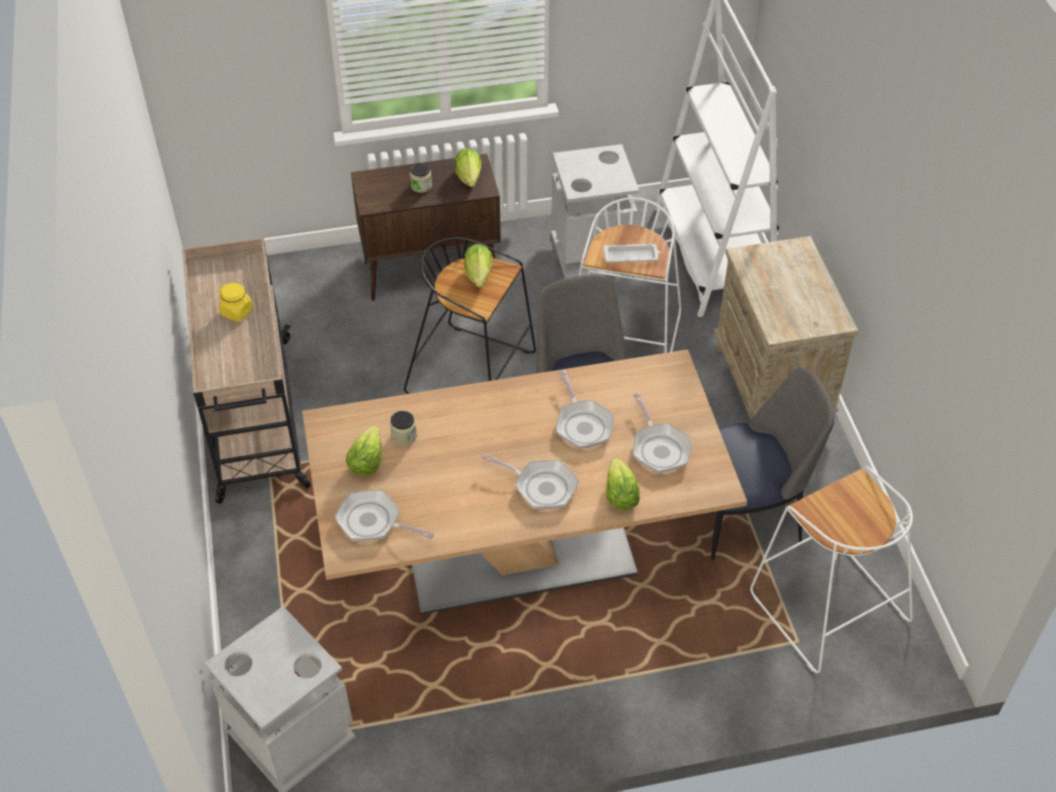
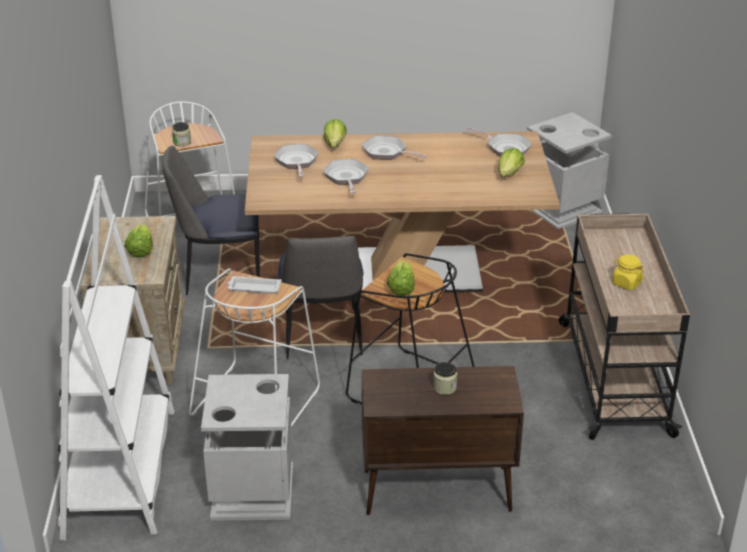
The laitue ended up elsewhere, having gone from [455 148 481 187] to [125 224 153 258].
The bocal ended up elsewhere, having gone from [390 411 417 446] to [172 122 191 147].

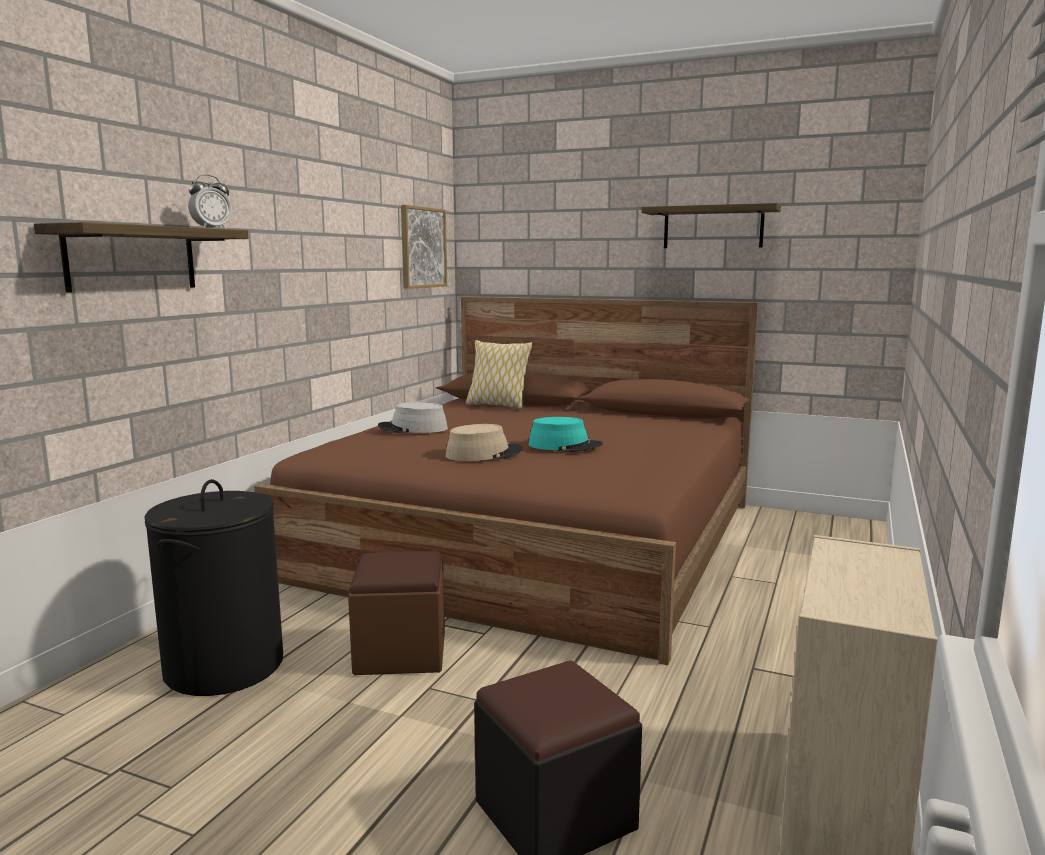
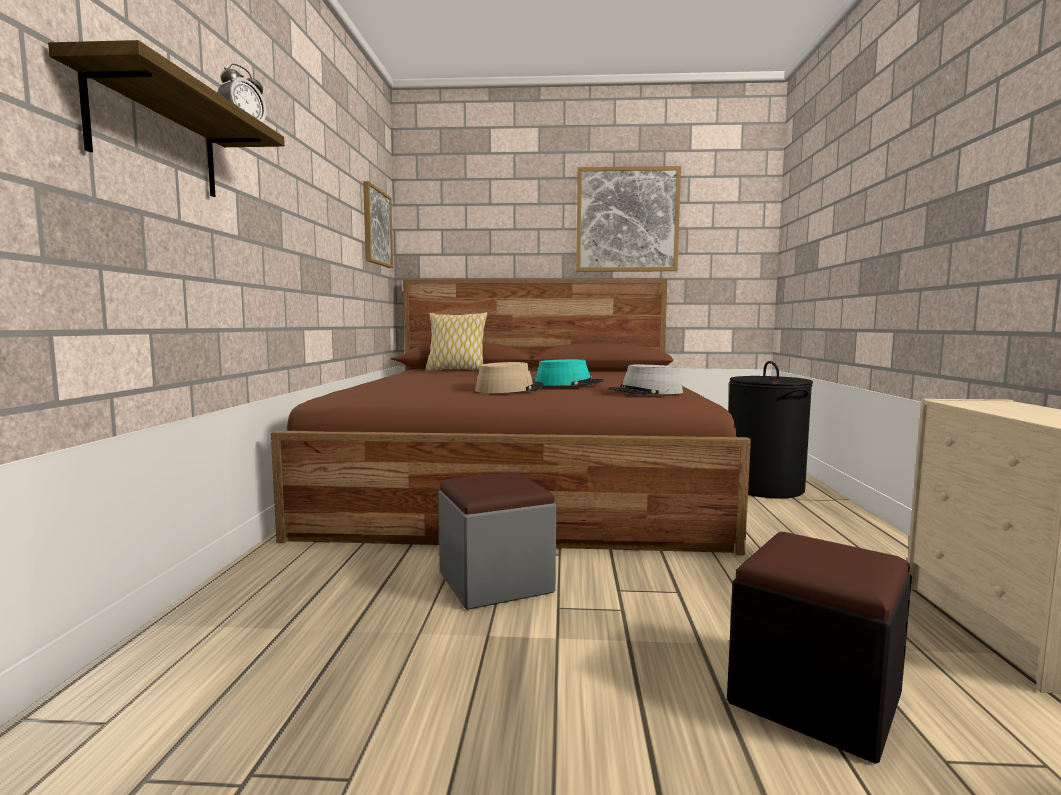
What was the pouf (marron) at [348 551 445 675] turned into the pouf (gris) at [438 472 556 610].
Where the étagère hung at [641 203 781 248], the tableau came to hang at [576 166 681 272].
The chapeau (gris) ended up elsewhere, having gone from [378 402 448 433] to [608 365 683 396].
The panier à linge (noir) ended up elsewhere, having gone from [144 479 283 696] to [728 361 813 498].

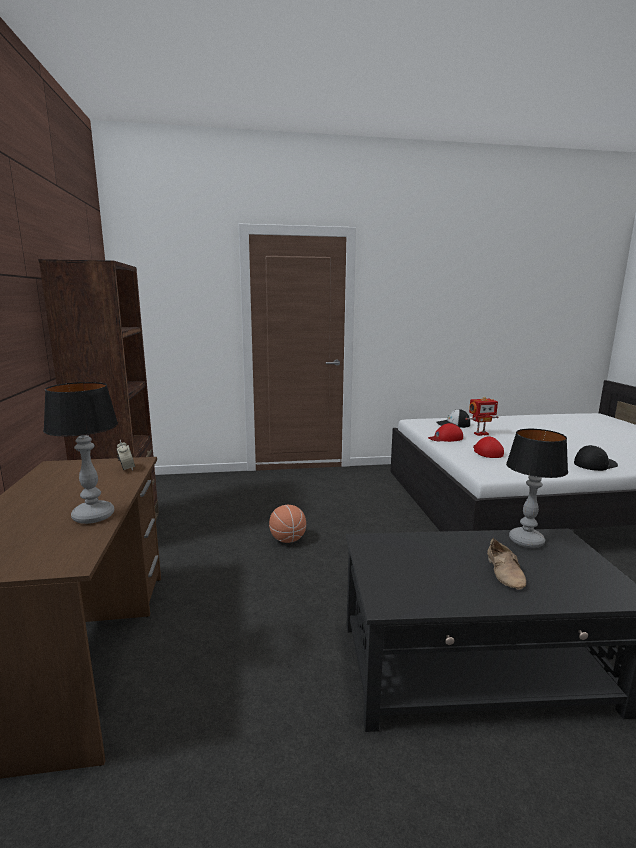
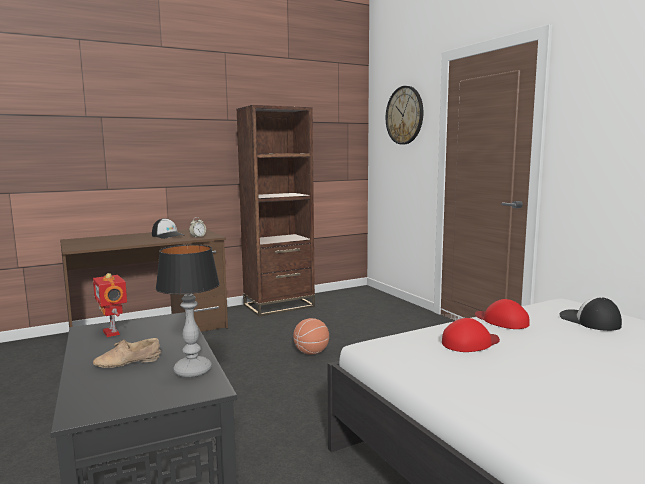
The robot jouet ended up elsewhere, having gone from [465 396 499 436] to [93 273 127 337].
The casquette ended up elsewhere, having gone from [574 445 618 471] to [152 218 185 239].
The second view gained the horloge murale at [386 86 423 145].
The second view lost the lampe de table at [43 382 118 524].

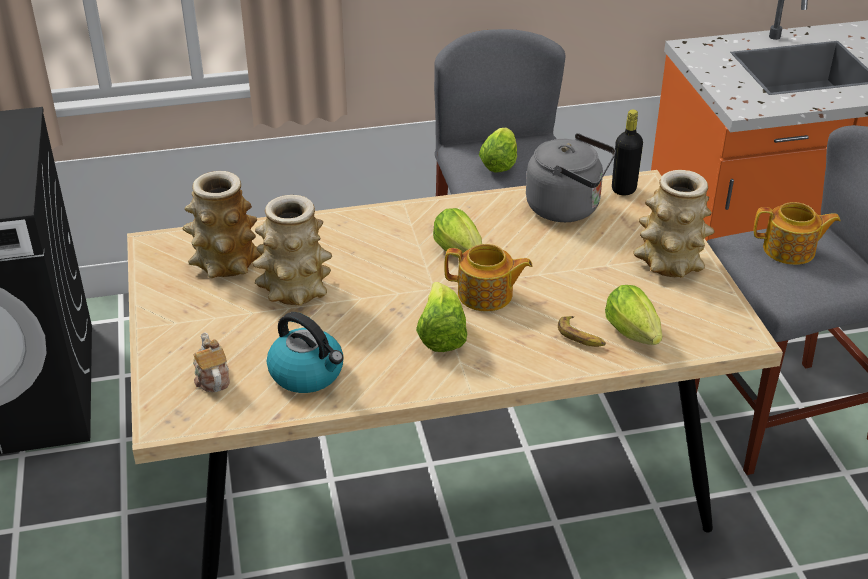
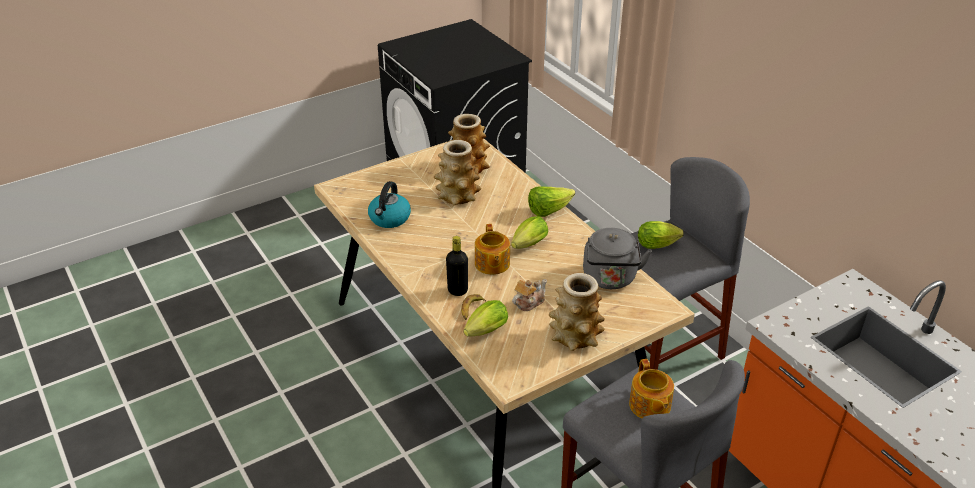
The bouteille (noir) ended up elsewhere, having gone from [612 110 643 196] to [446 236 468 296].
The théière ended up elsewhere, having gone from [193 332 230 392] to [512 279 547 311].
The laitue ended up elsewhere, having gone from [416 282 467 352] to [528 187 575 217].

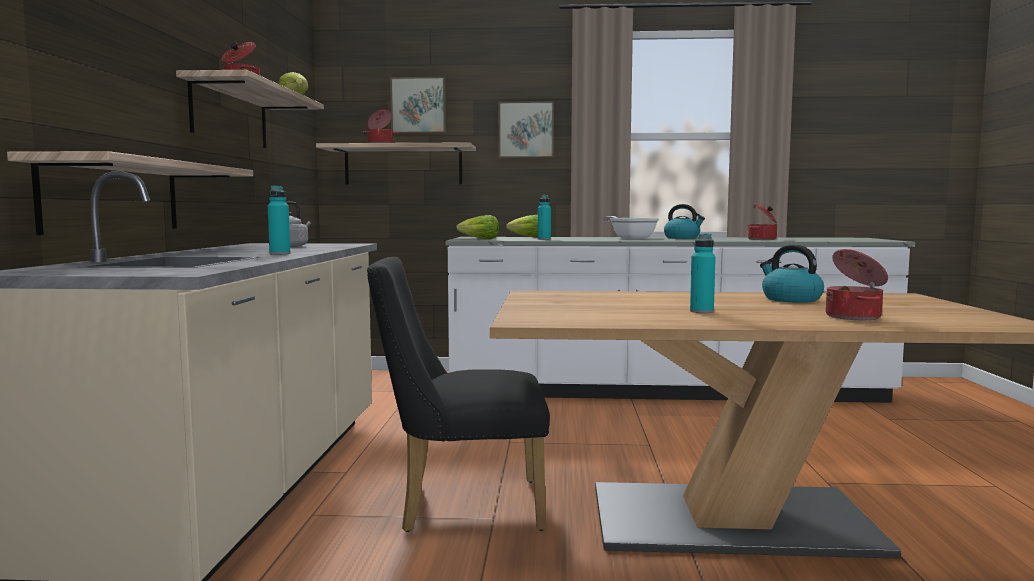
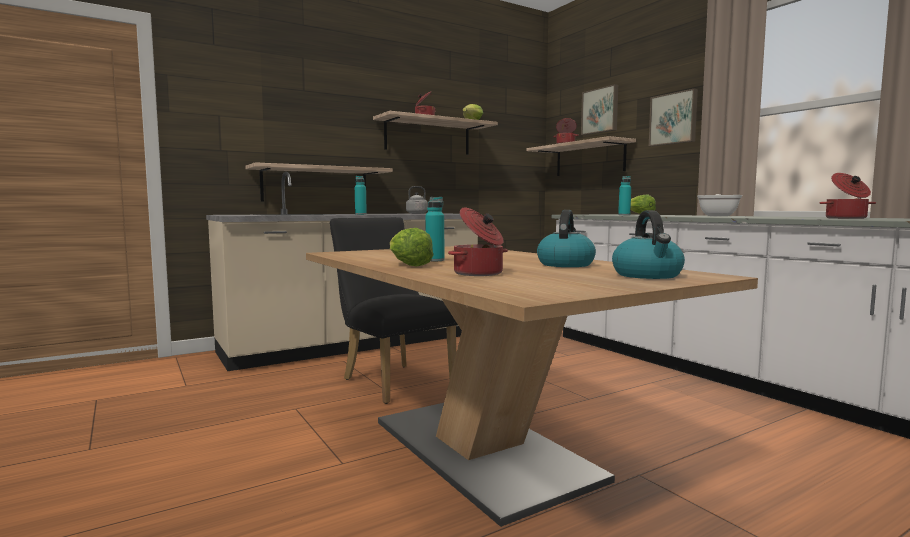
The laitue ended up elsewhere, having gone from [456 215 499 239] to [390 228 433 266].
The bouilloire ended up elsewhere, having gone from [664 204 705 239] to [612 210 685 279].

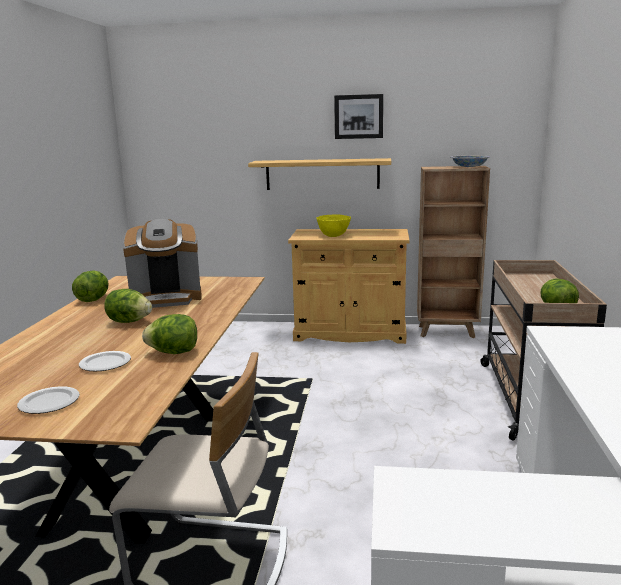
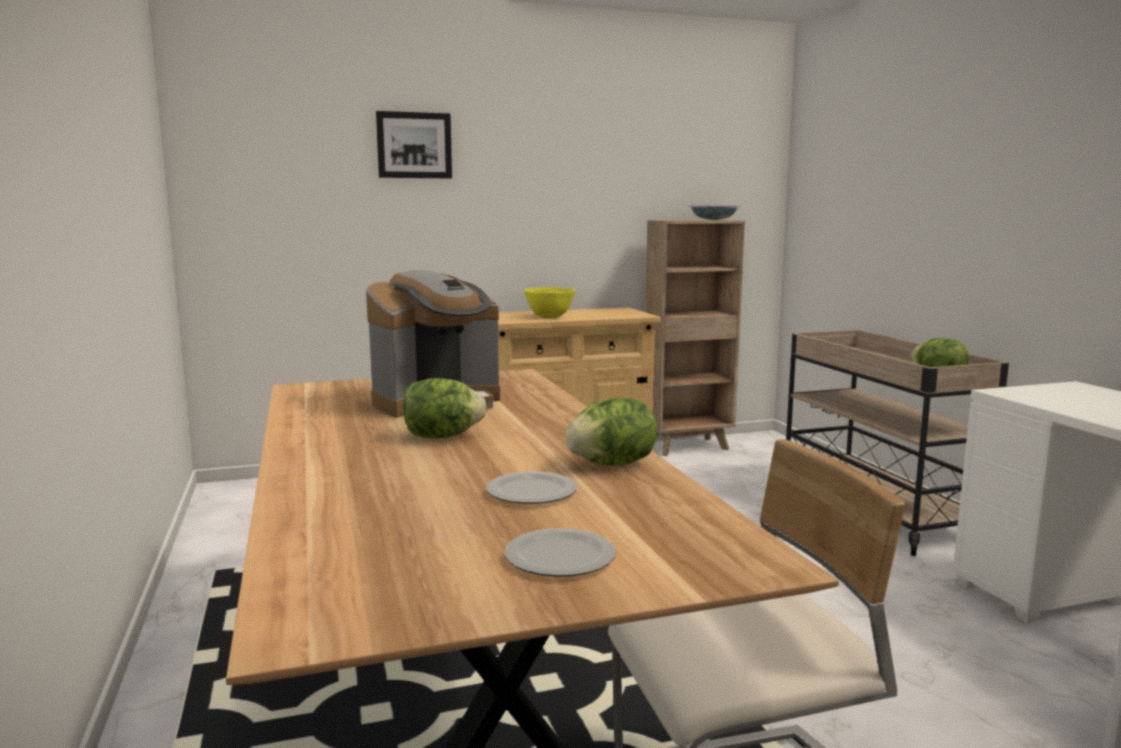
The tableau ended up elsewhere, having gone from [334 94 383 139] to [376 111 452 178].
The second view lost the laitue at [72 270 109 302].
The second view lost the étagère at [248 158 391 190].

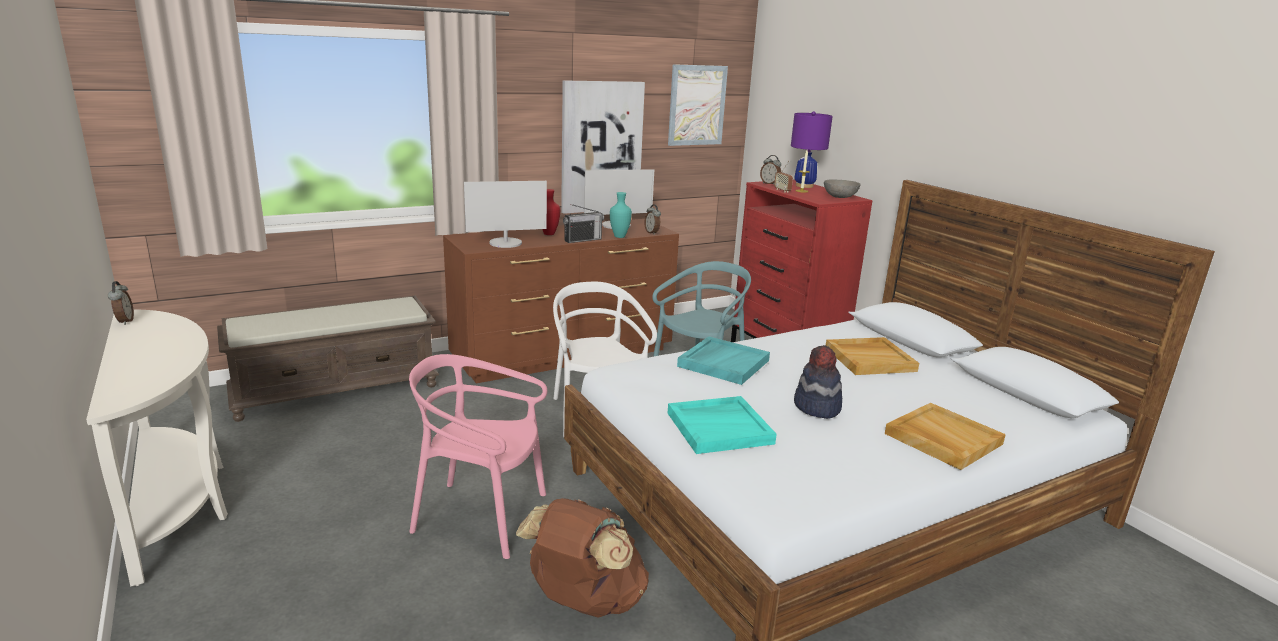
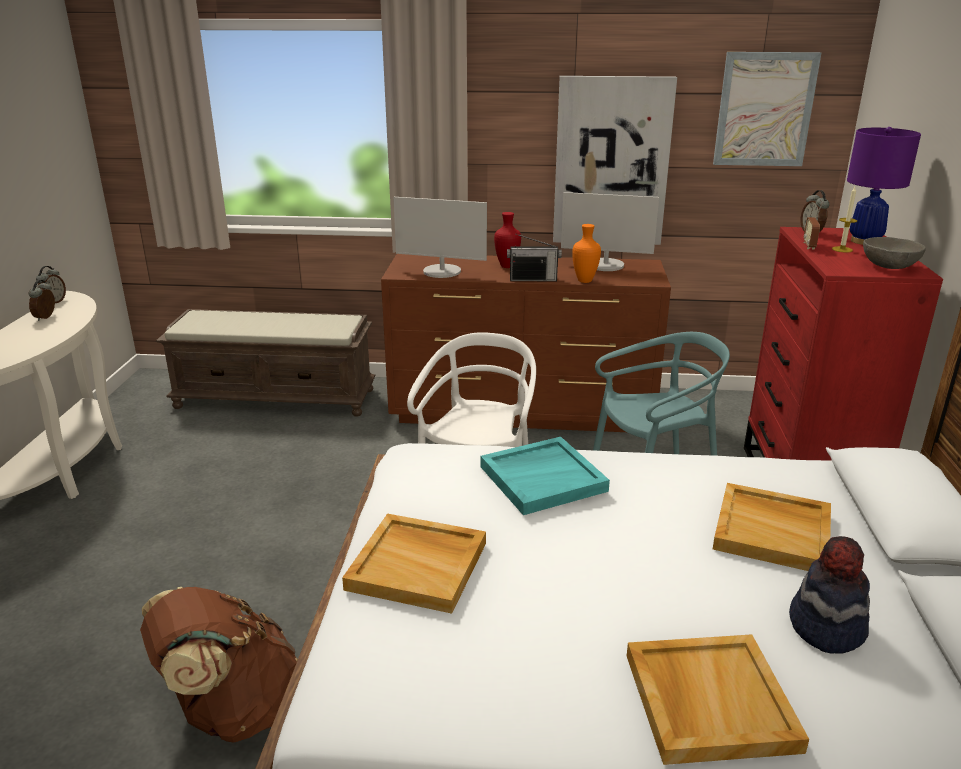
The réveil ended up elsewhere, having gone from [644 204 661 235] to [29 280 55 321].
What was the plateau (turquoise) at [668 396 777 454] turned into the plateau (beige) at [342 514 486 614].
What was the vase (turquoise) at [610 192 632 238] turned into the vase (orange) at [572 224 601 283].
The chapeau ended up elsewhere, having gone from [794 345 842 419] to [789 536 870 654].
The second view lost the chaise (rose) at [409 354 547 559].

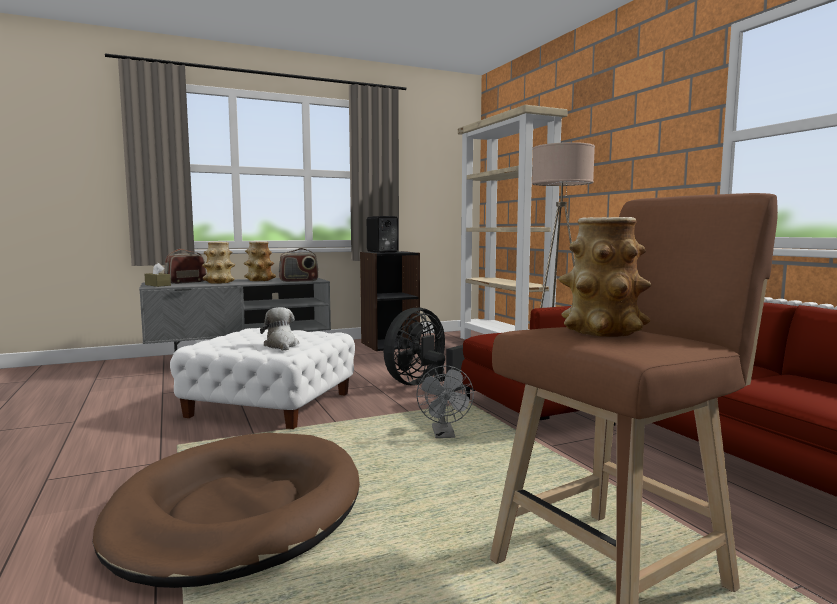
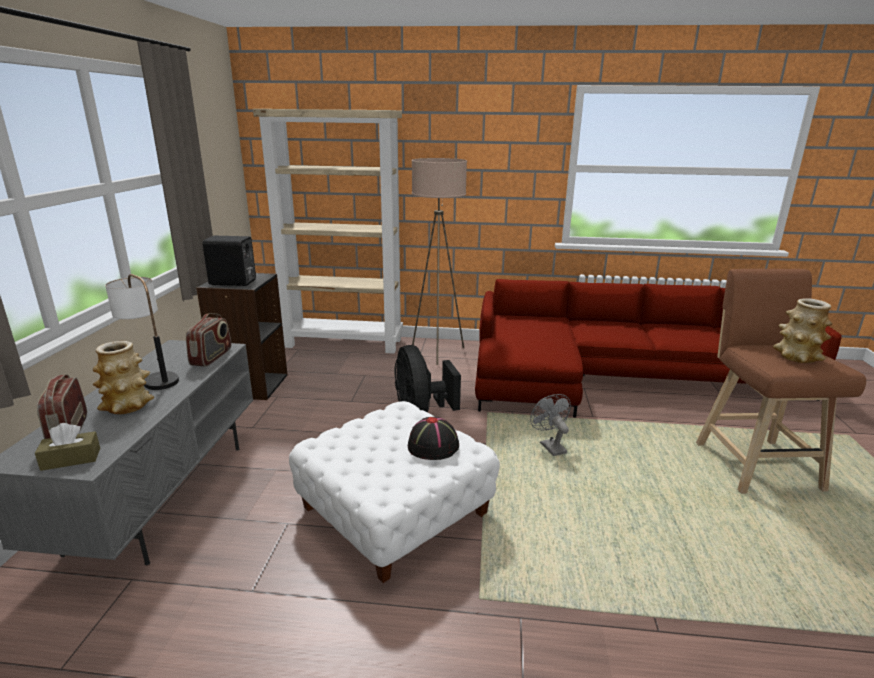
Where the vase stood at [244 241 276 281], the lampe de table came to stand at [105 274 179 390].
Where the peluche stood at [260 307 299 351], the chapeau (noir) came to stand at [408 417 459 460].
The ventilateur (gris) at [416 365 474 438] ended up facing another way, 135 degrees counterclockwise from before.
The second view lost the panier pour chien (marron) at [93 433 360 588].

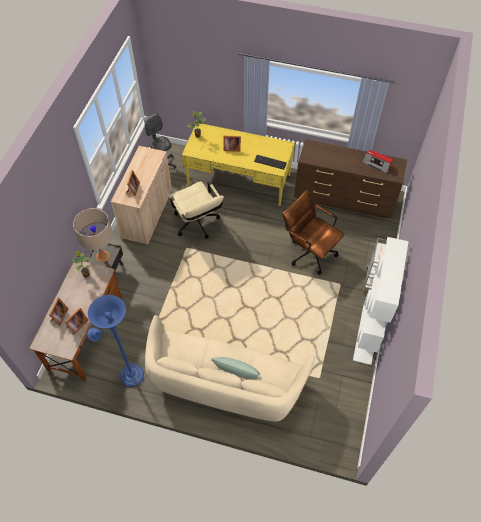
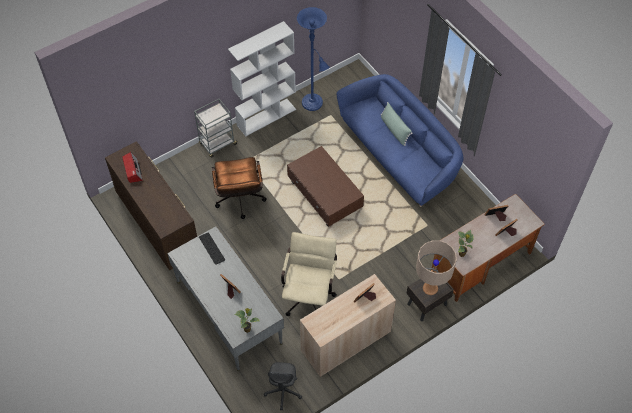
What was the bureau (jaune) at [182 124 295 208] turned into the bureau (gris) at [167 226 284 371].
The second view gained the table basse (marron) at [287 146 364 227].
The lampadaire (bleu) ended up elsewhere, having gone from [88 295 144 387] to [297 7 330 111].
What was the canapé (beige) at [145 315 315 422] turned into the canapé (bleu) at [337 74 463 207].

